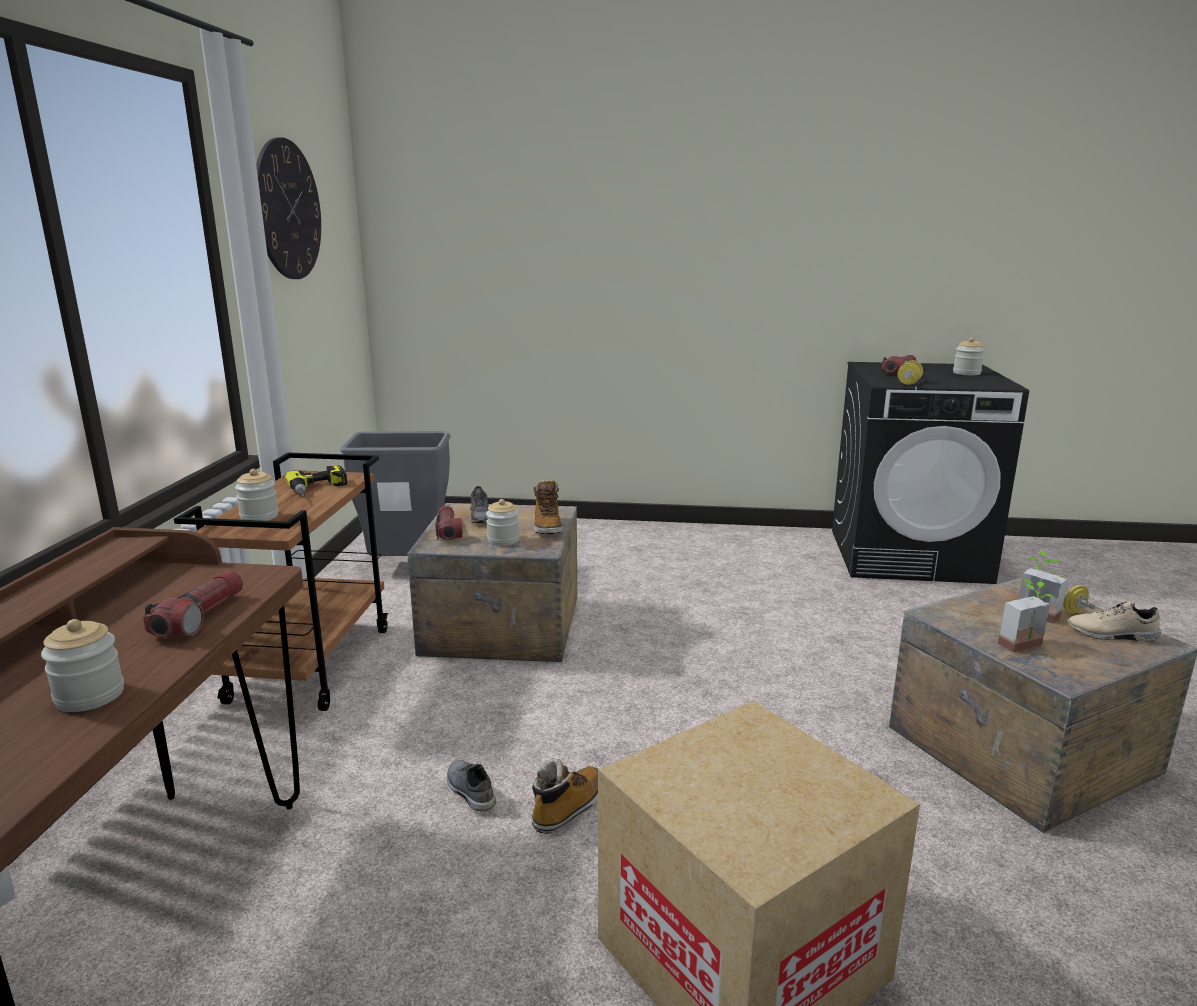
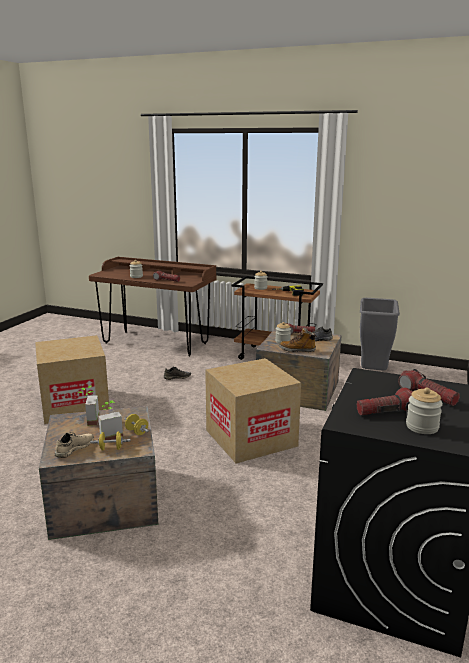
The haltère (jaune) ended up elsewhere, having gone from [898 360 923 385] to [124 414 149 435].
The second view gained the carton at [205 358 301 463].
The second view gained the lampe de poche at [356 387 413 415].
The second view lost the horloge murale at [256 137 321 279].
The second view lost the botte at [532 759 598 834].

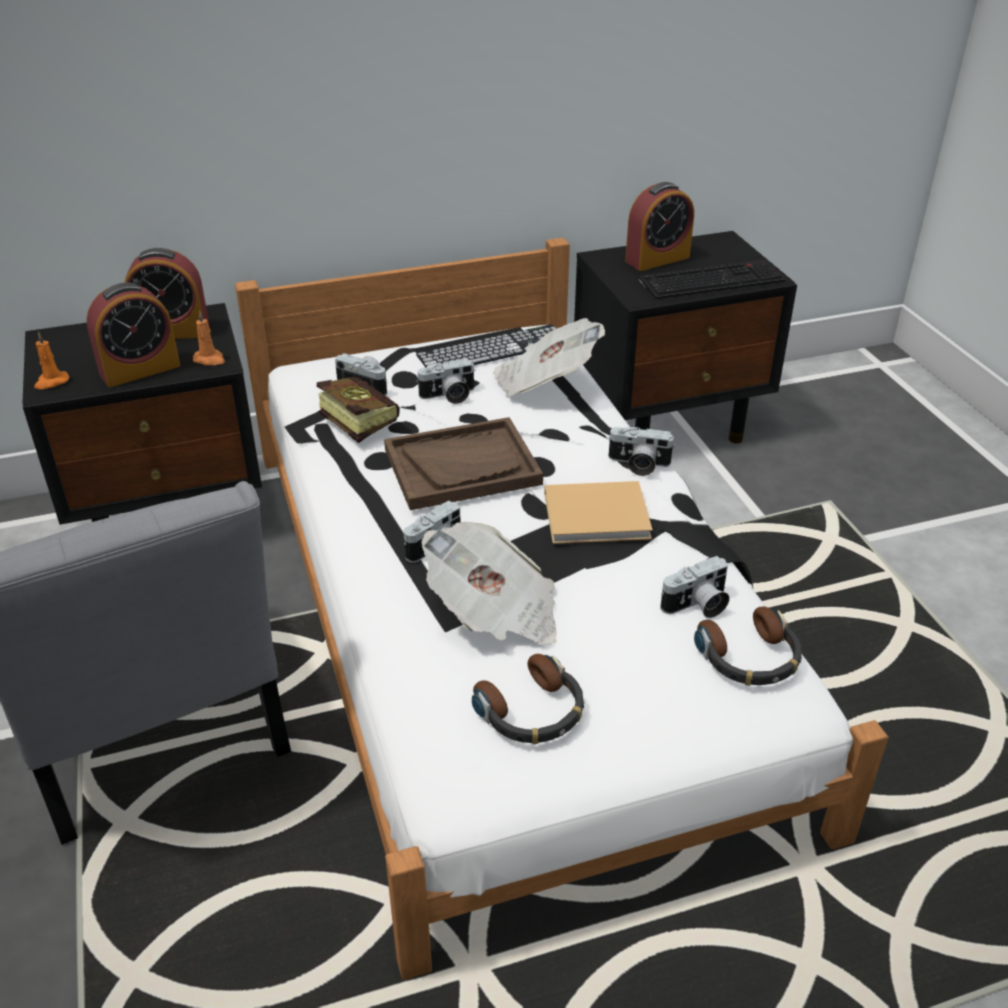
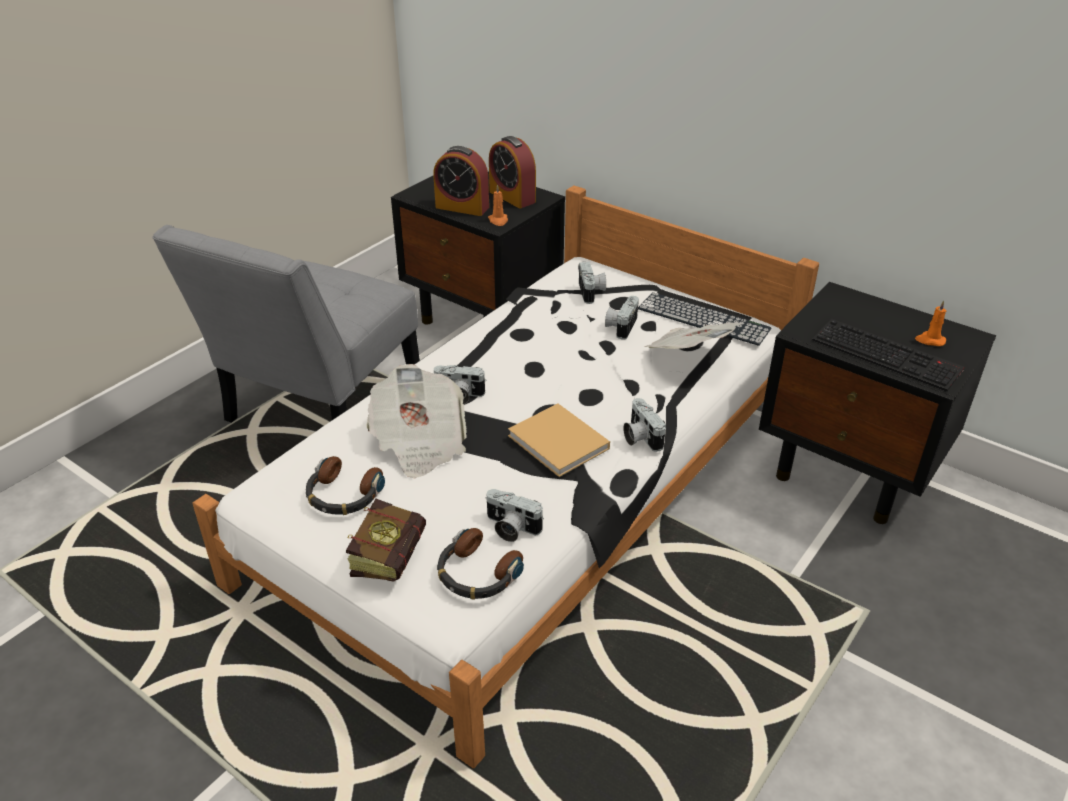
The livre ended up elsewhere, having gone from [317 376 400 443] to [346 499 426 582].
The appareil photo at [416 358 475 404] ended up facing another way, 75 degrees clockwise from before.
The bougie (orange) ended up elsewhere, having gone from [34 332 69 389] to [915 300 946 346].
The second view lost the plateau (marron) at [384 417 543 510].
The second view lost the réveil at [625 182 694 271].

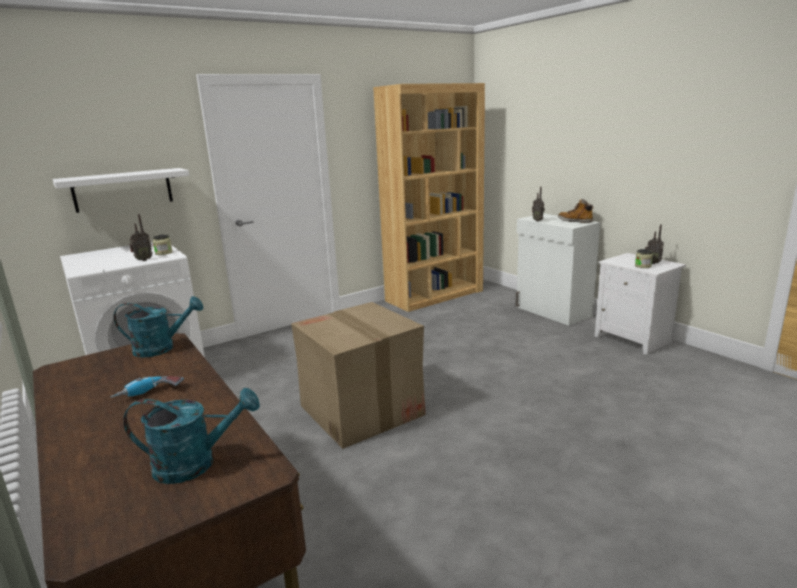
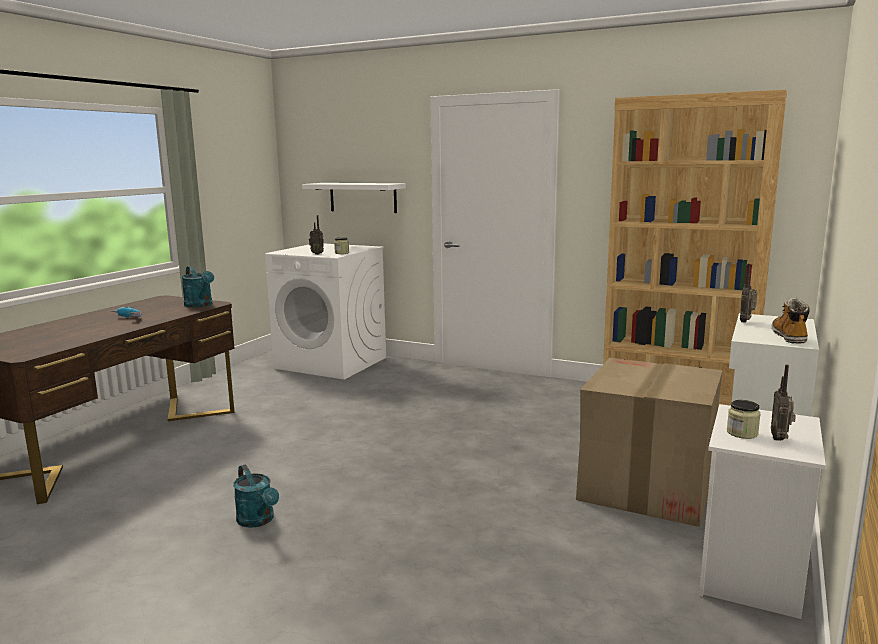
The arrosoir (turquoise) ended up elsewhere, having gone from [123 388 260 484] to [233 465 279 528].
The carton ended up elsewhere, having gone from [291 302 426 449] to [576 358 723 527].

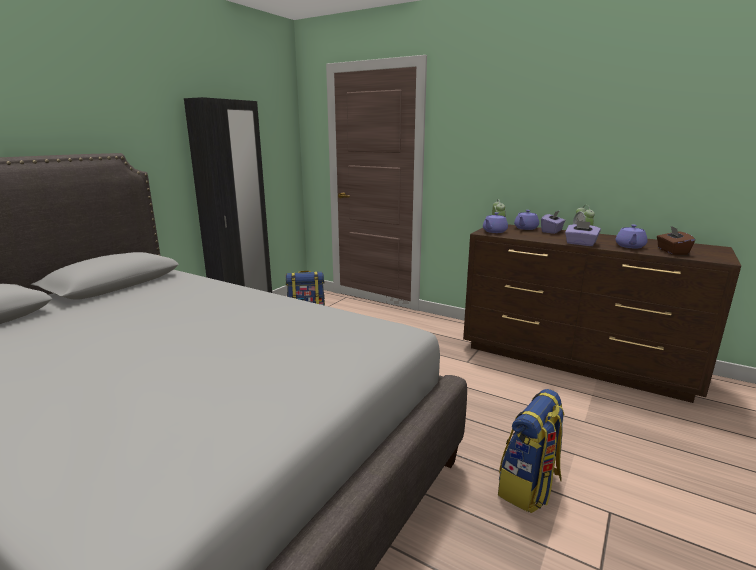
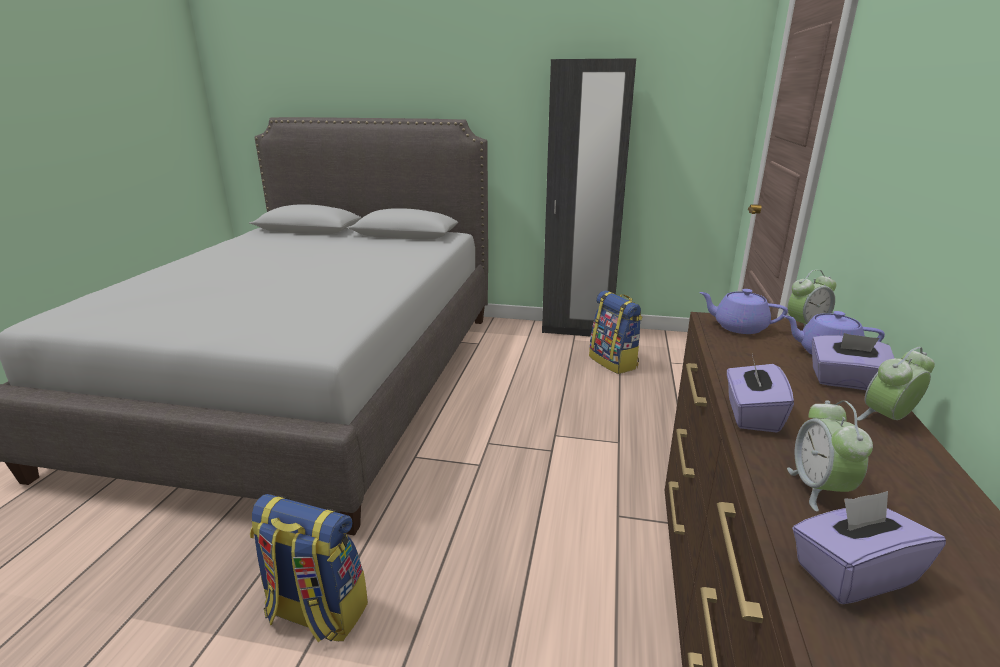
Where the théière (violet) stood at [616 225 647 249], the réveil came to stand at [787 400 873 512].
What was the boîte à mouchoirs (marron) at [657 226 695 255] turned into the boîte à mouchoirs (violet) at [792 491 946 604].

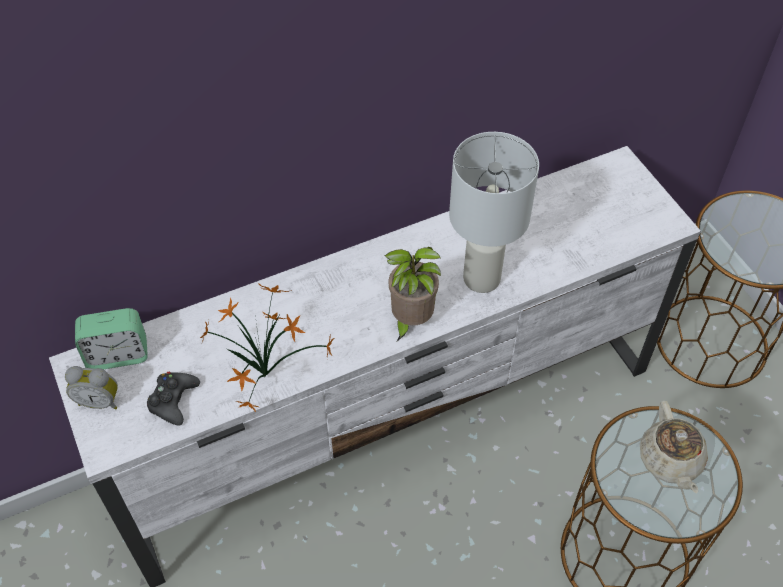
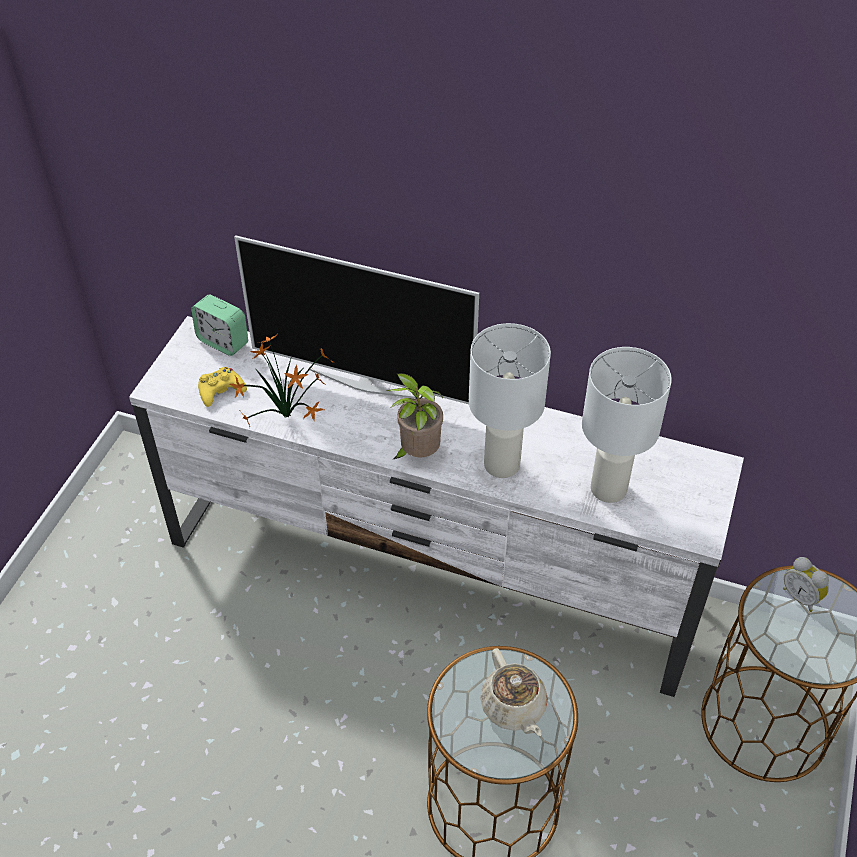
What was the manette (noir) at [147 372 200 425] turned into the manette (jaune) at [198 367 247 407].
The second view gained the téléviseur at [234 235 479 404].
The théière (beige) at [640 401 708 494] ended up facing another way, 60 degrees counterclockwise from before.
The second view gained the lampe de table (blanc) at [582 347 672 503].
The réveil ended up elsewhere, having gone from [65 366 118 410] to [783 557 829 612].

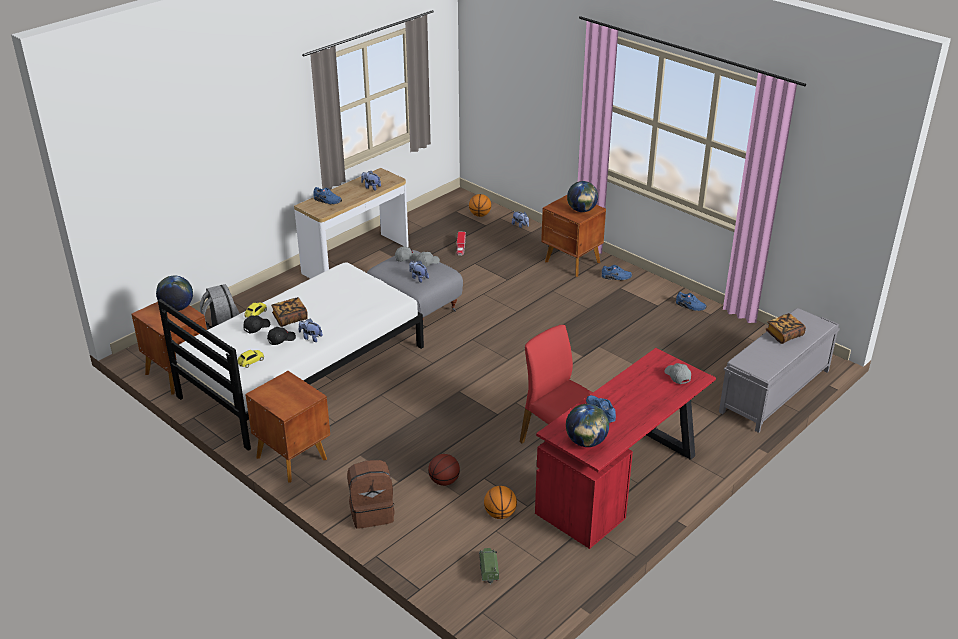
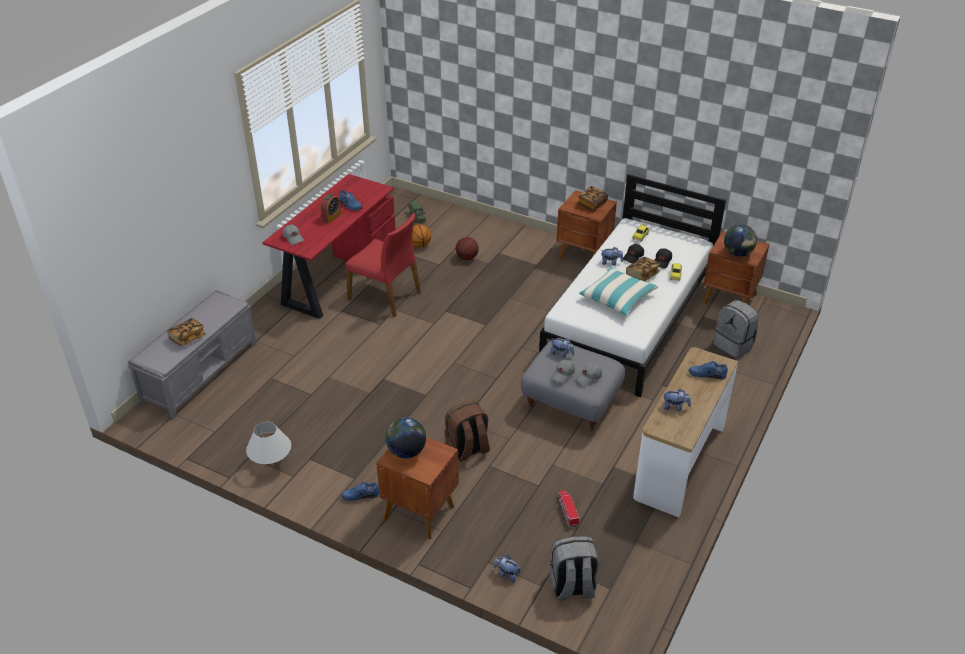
Where the chaussure (bleu) stood at [676 292 707 311], the lampe de table (blanc) came to stand at [246 422 291 464].
The second view gained the réveil at [321 194 341 224].
The sac à dos (marron) ended up elsewhere, having gone from [347 460 395 529] to [445 400 490 462].
Where the ballon de basket stood at [469 194 491 217], the sac à dos (gris) came to stand at [550 536 599 600].
The second view gained the livre at [577 186 608 212].
The second view gained the coussin at [579 266 658 316].
The second view lost the globe at [566 404 609 447].

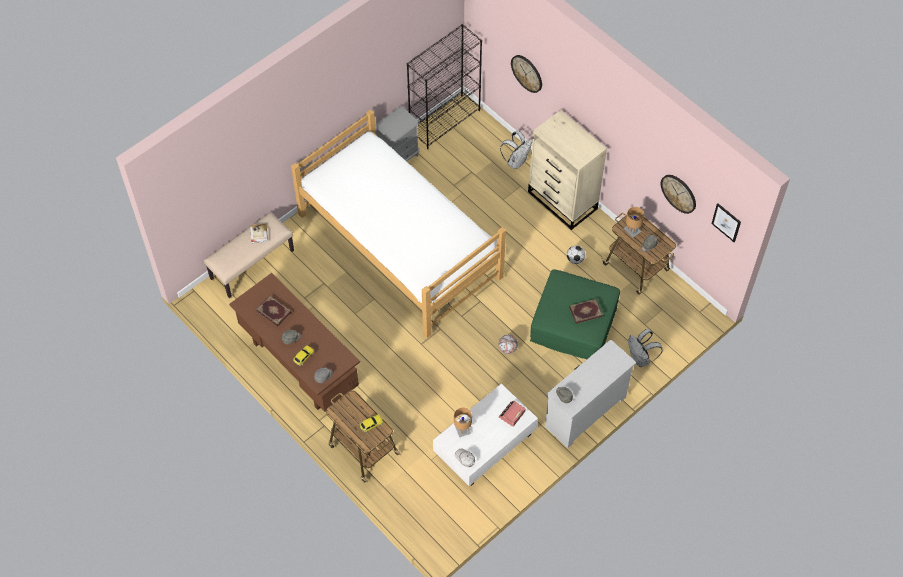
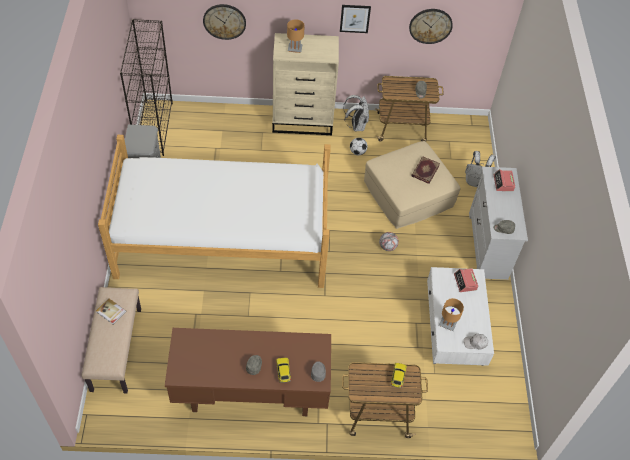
The lampe de table (marron) ended up elsewhere, having gone from [624 207 644 237] to [287 19 305 53].
The tableau ended up elsewhere, having gone from [711 204 741 242] to [340 5 371 33].
The sac à dos (blanc) ended up elsewhere, having gone from [500 131 532 169] to [343 95 369 131].
What was the pouf (vert) at [530 269 620 359] turned into the pouf (beige) at [364 141 460 229].
The second view gained the réveil at [493 169 515 191].
The second view lost the livre at [256 296 292 326].

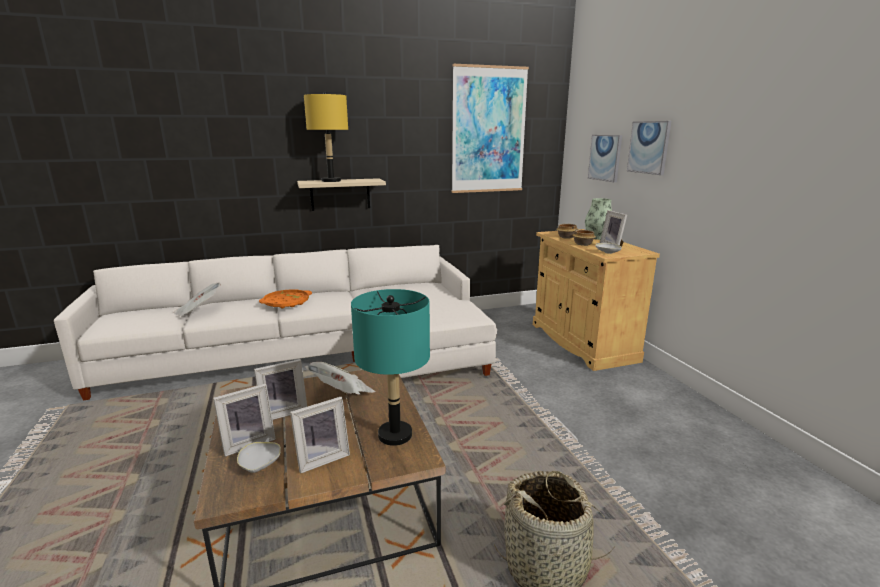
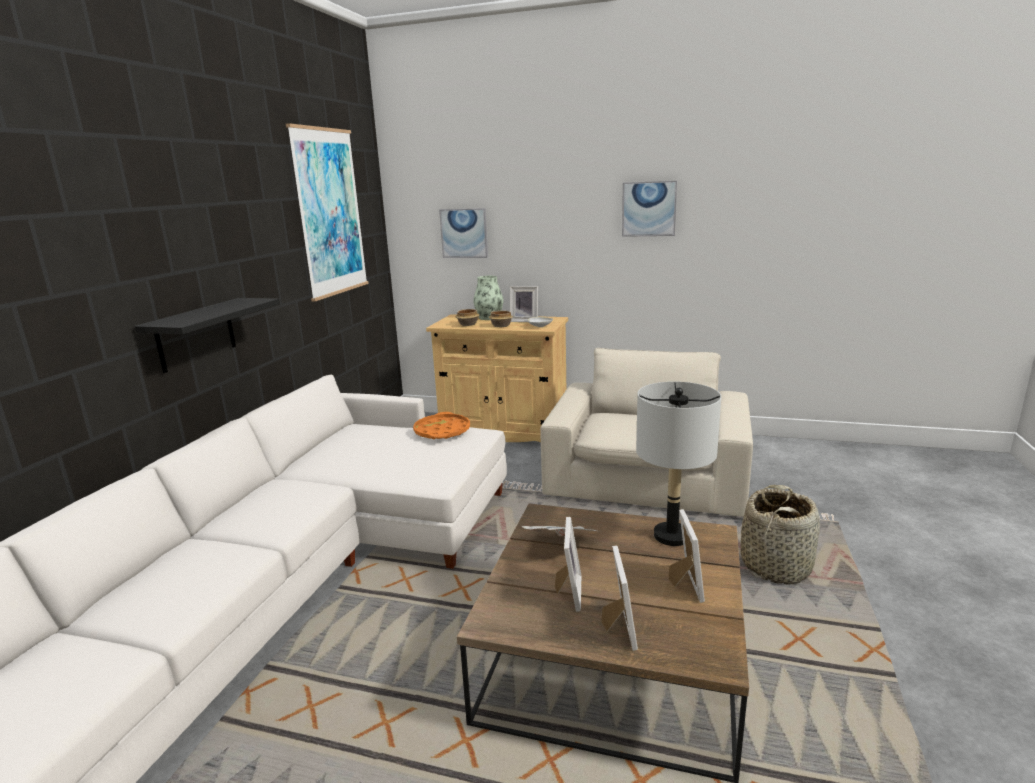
What was the étagère (beige) at [297 178 386 211] turned into the étagère (noir) at [135 298 280 373].
The plateau (orange) ended up elsewhere, having gone from [259 289 312 308] to [413 412 470 439].
The second view gained the fauteuil (beige) at [540 348 753 517].
The tableau ended up elsewhere, having gone from [627 121 671 175] to [622 181 677 237].
What was the lampe de table (turquoise) at [351 289 430 446] turned into the lampe de table (gris) at [636 381 721 546].
The second view lost the journal at [173 283 221 317].
The second view lost the bol (blanc) at [237 438 281 473].
The second view lost the lampe de table (jaune) at [304 92 348 182].

